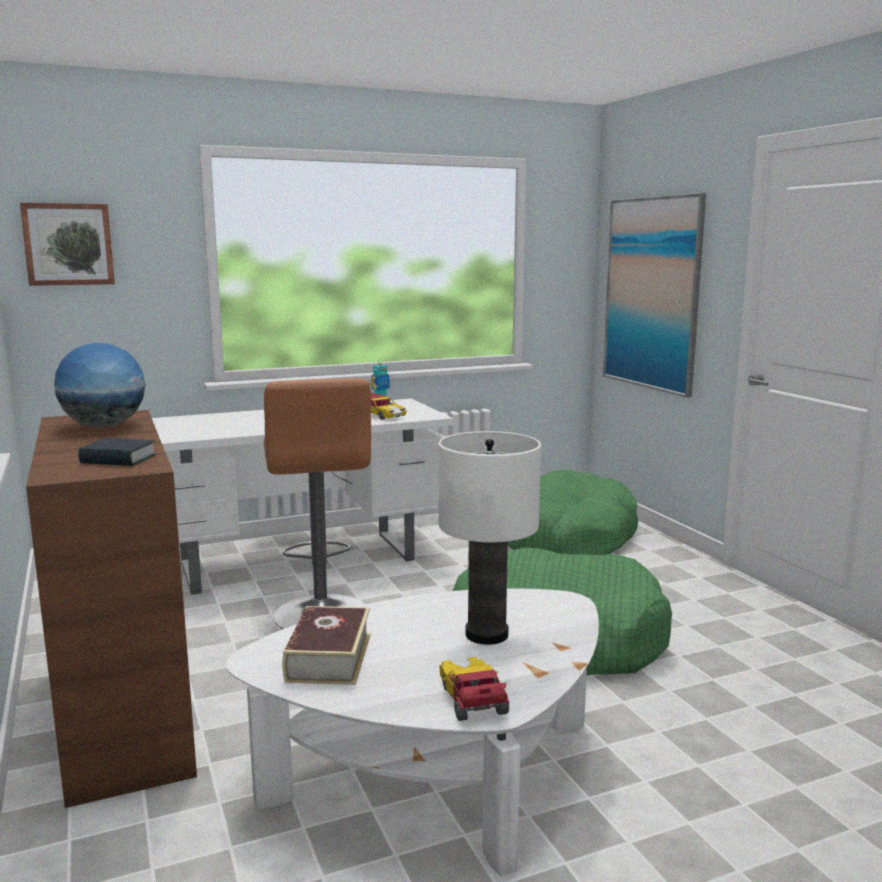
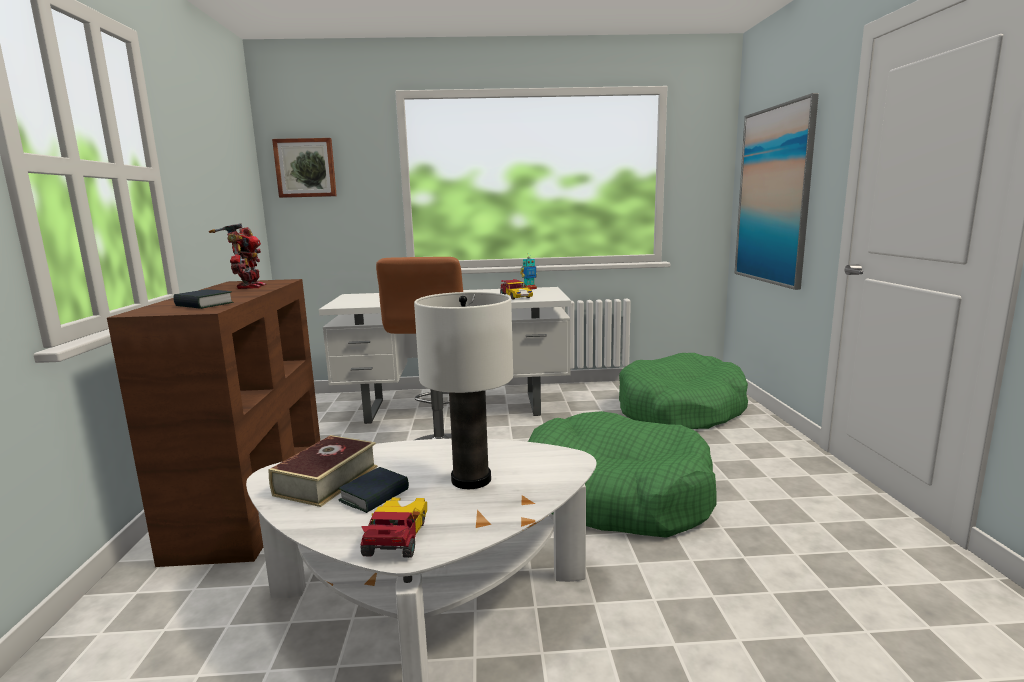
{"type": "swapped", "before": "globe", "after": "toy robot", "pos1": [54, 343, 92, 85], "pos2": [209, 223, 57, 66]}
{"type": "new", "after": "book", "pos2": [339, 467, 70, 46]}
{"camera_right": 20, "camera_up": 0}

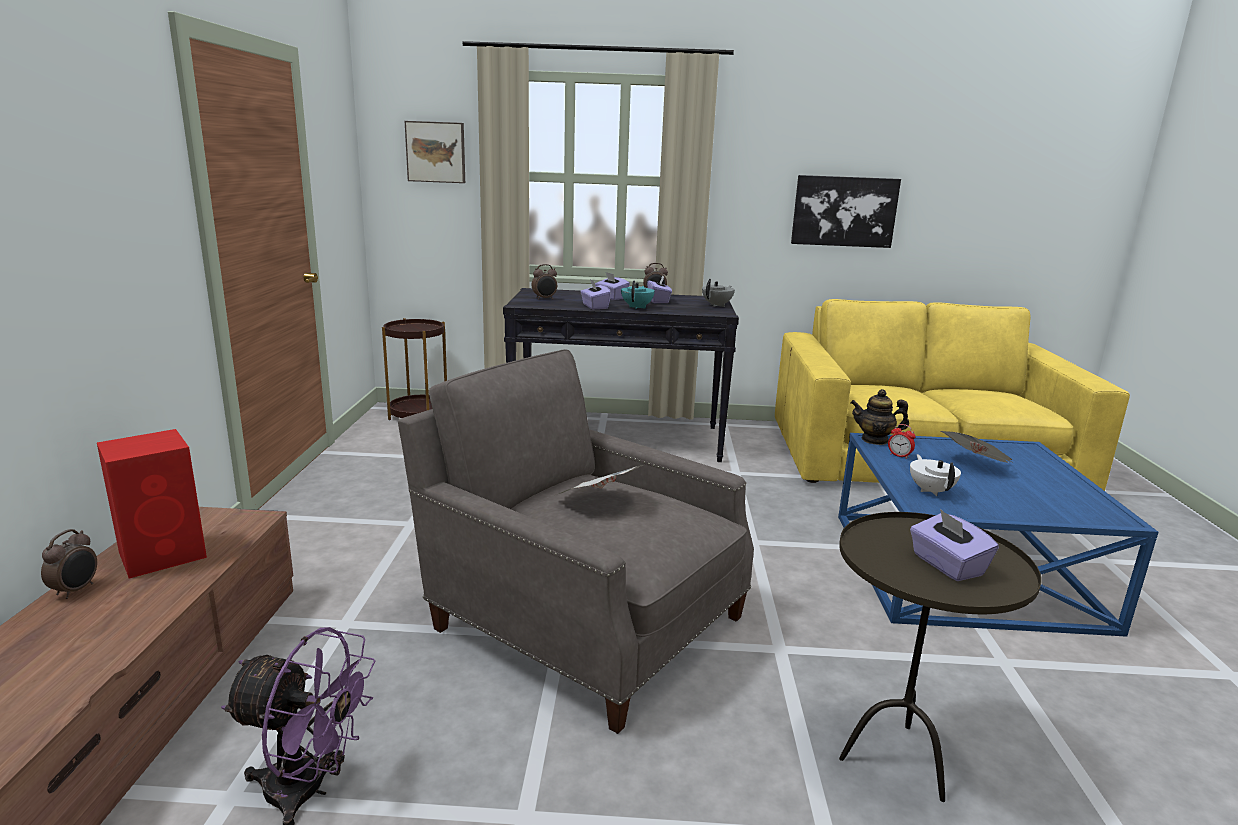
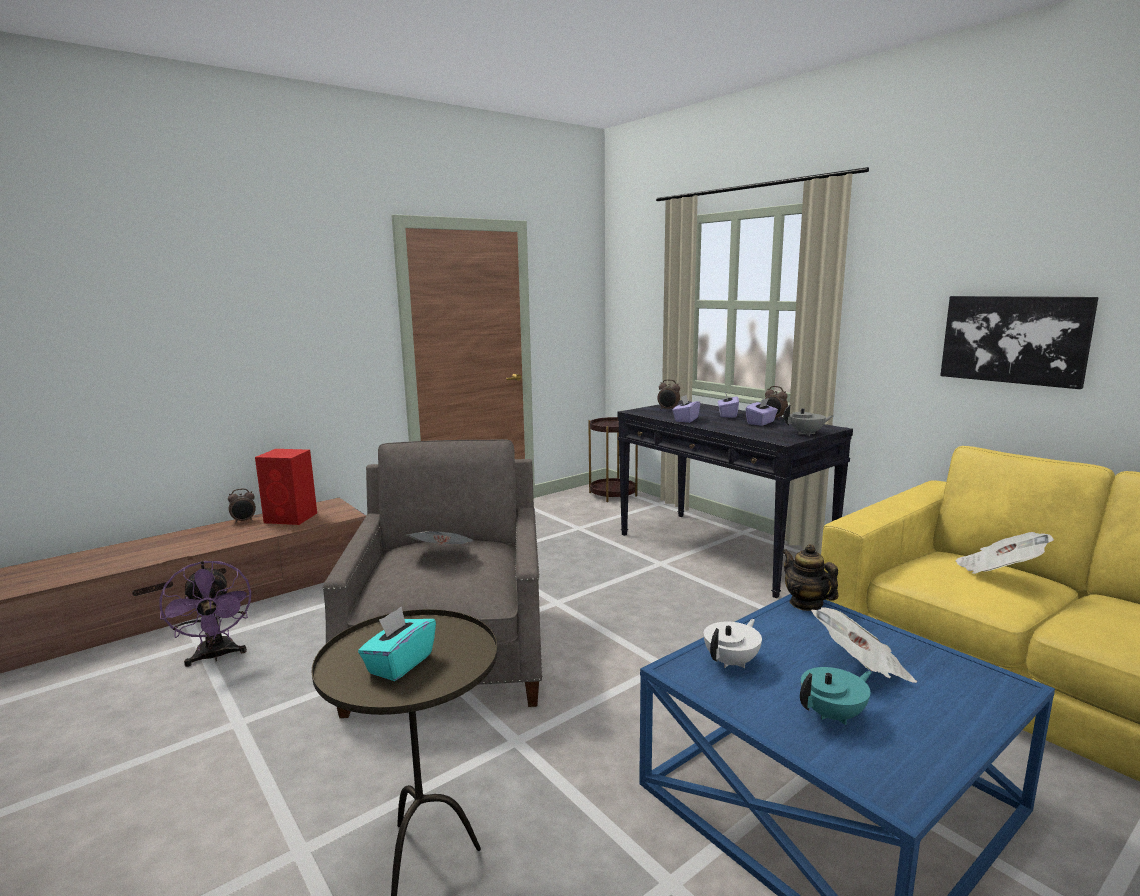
{"type": "gone", "before": "picture", "pos1": [405, 121, 60, 62]}
{"type": "shifted", "before": "turquoise teapot", "pos1": [621, 281, 34, 28], "pos2": [800, 667, 72, 58]}
{"type": "gone", "before": "alarm clock", "pos1": [888, 424, 28, 35]}
{"type": "repainted", "before": "purple tissue box", "after": "turquoise tissue box", "pos1": [910, 509, 89, 72], "pos2": [358, 607, 78, 74]}
{"type": "new", "after": "newspaper", "pos2": [956, 532, 98, 42]}
{"camera_right": 50, "camera_up": -5}

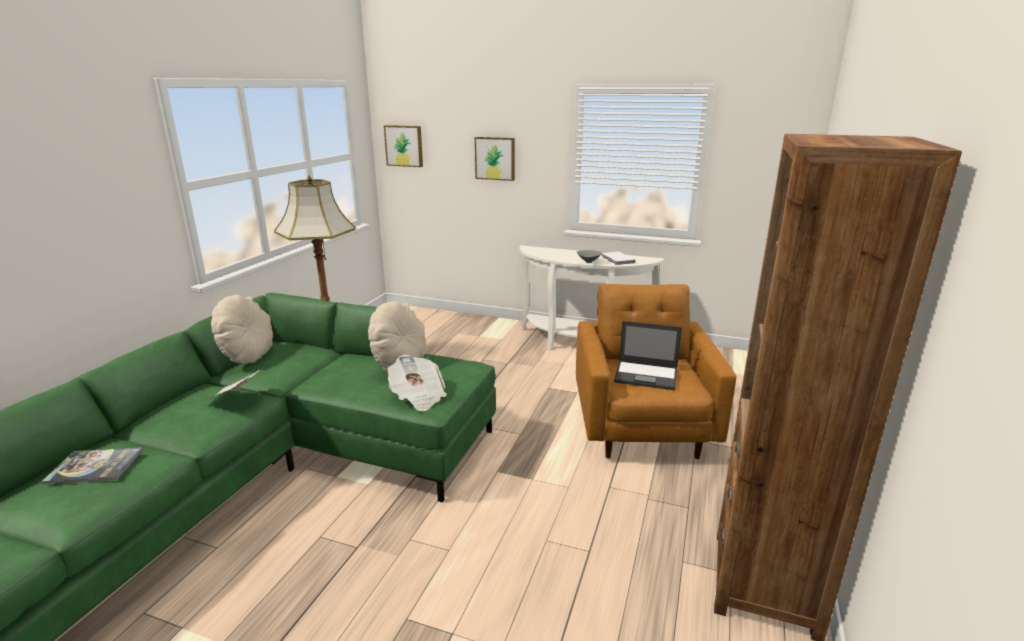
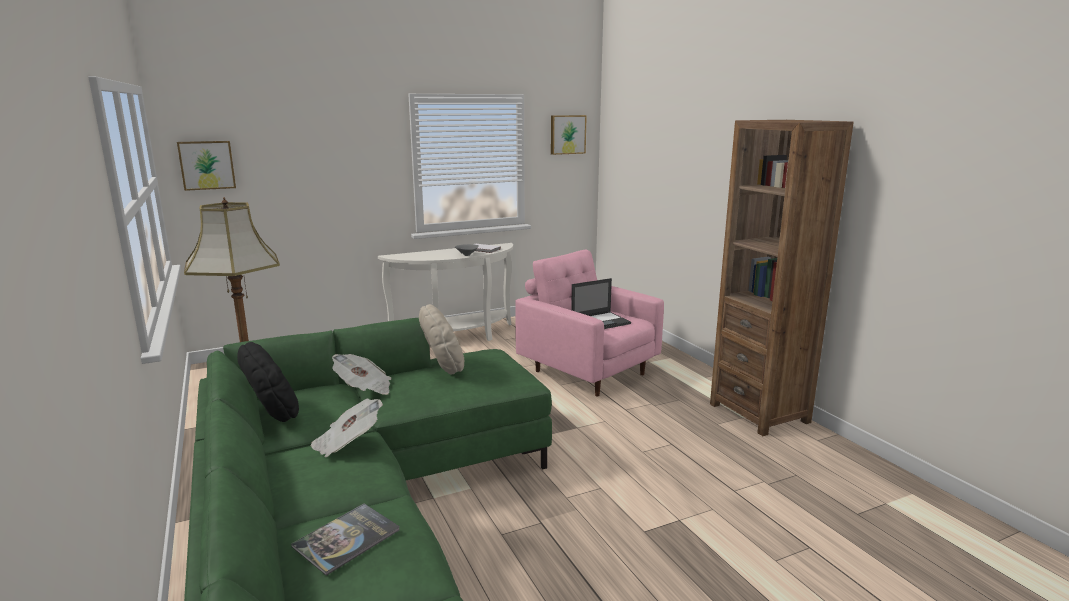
{"type": "shifted", "before": "picture", "pos1": [475, 137, 40, 44], "pos2": [551, 115, 36, 40]}
{"type": "repainted", "before": "brown armchair", "after": "pink armchair", "pos1": [576, 284, 160, 175], "pos2": [515, 250, 149, 147]}
{"type": "repainted", "before": "beige pillow", "after": "black pillow", "pos1": [211, 295, 62, 69], "pos2": [237, 342, 62, 80]}
{"type": "shifted", "before": "newspaper", "pos1": [387, 355, 60, 56], "pos2": [332, 354, 59, 41]}
{"camera_right": -45, "camera_up": -5}

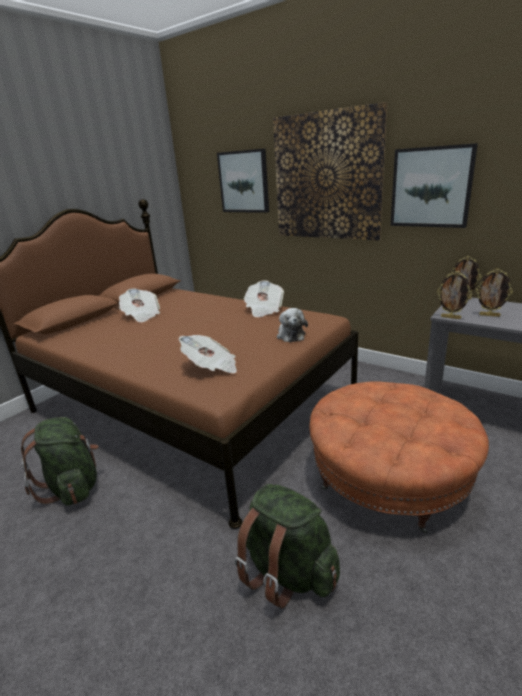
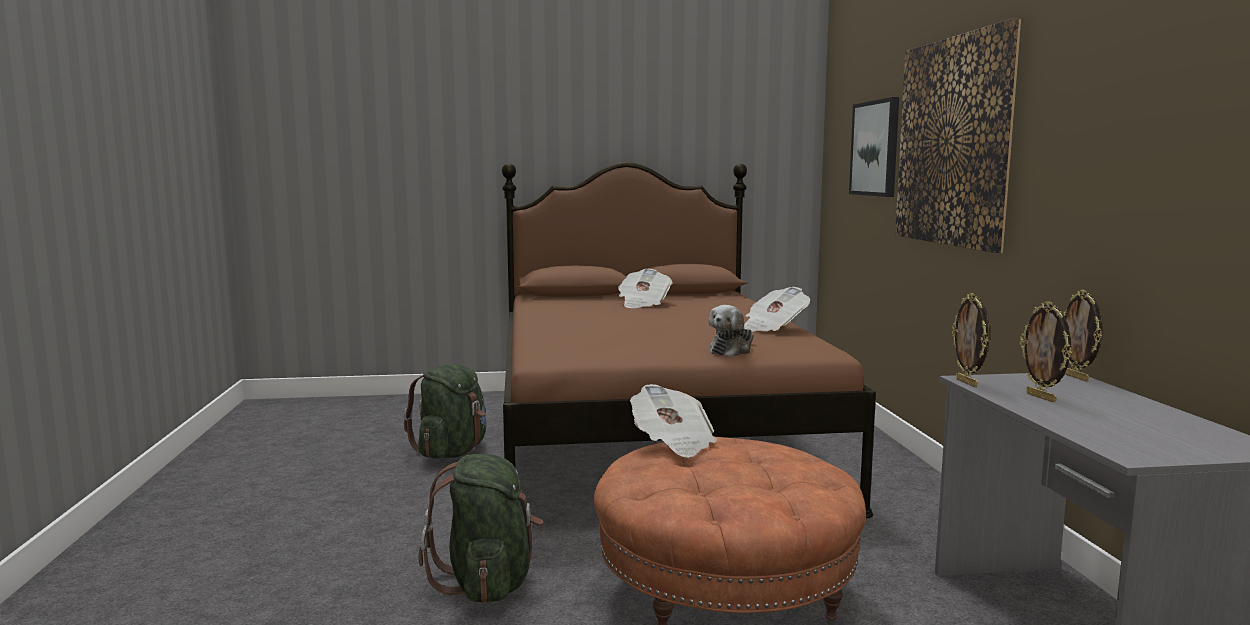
{"type": "gone", "before": "picture", "pos1": [390, 143, 88, 85]}
{"type": "shifted", "before": "newspaper", "pos1": [179, 335, 58, 38], "pos2": [630, 384, 87, 74]}
{"camera_right": 45, "camera_up": -15}

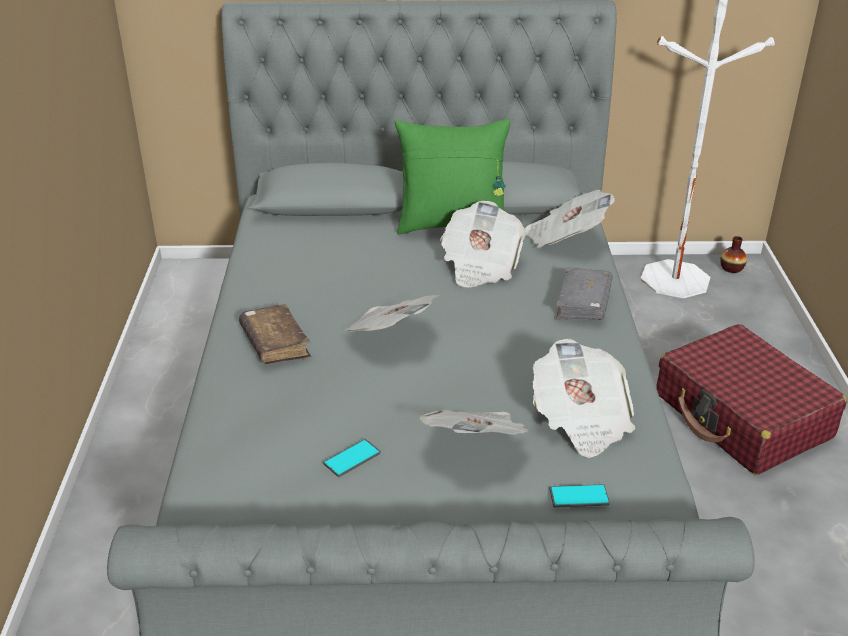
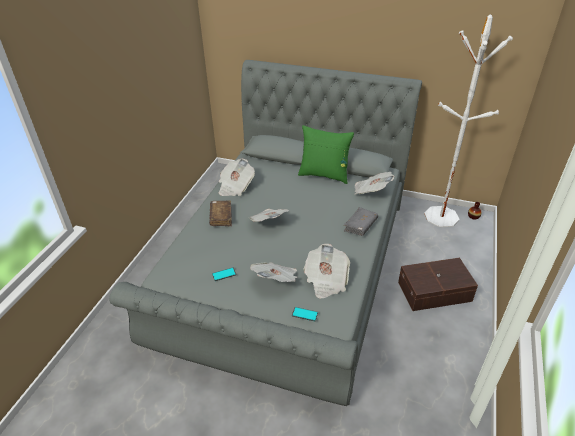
{"type": "shifted", "before": "newspaper", "pos1": [440, 201, 86, 86], "pos2": [219, 159, 36, 37]}
{"type": "swapped", "before": "red suitcase", "after": "brown storage box", "pos1": [656, 324, 191, 151], "pos2": [398, 257, 80, 54]}
{"camera_right": 20, "camera_up": 5}

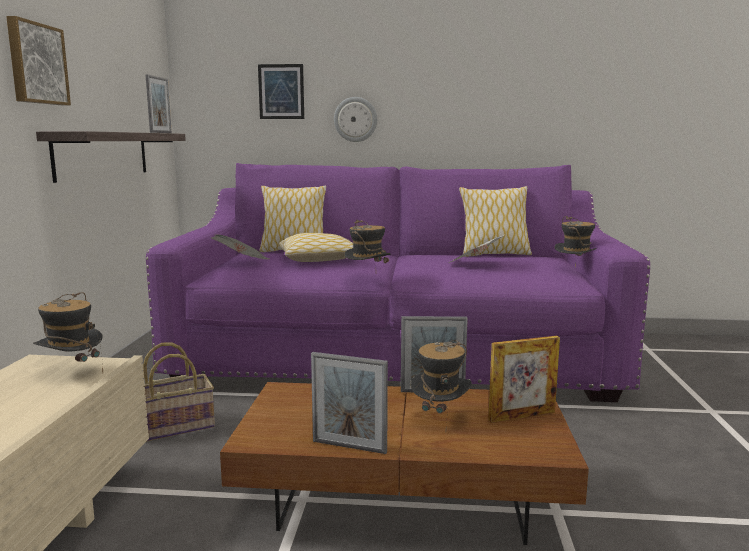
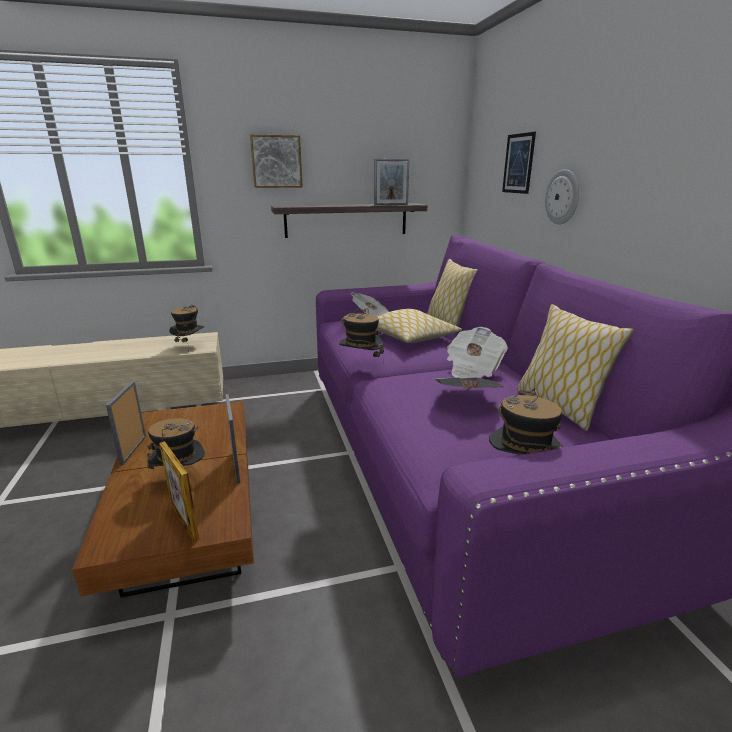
{"type": "gone", "before": "basket", "pos1": [143, 342, 72, 100]}
{"type": "new", "after": "newspaper", "pos2": [447, 327, 61, 51]}
{"camera_right": 70, "camera_up": 10}

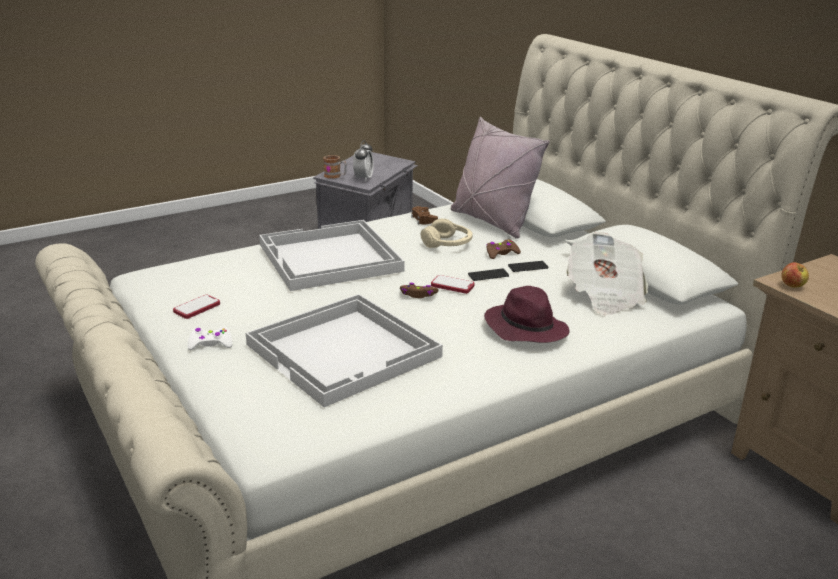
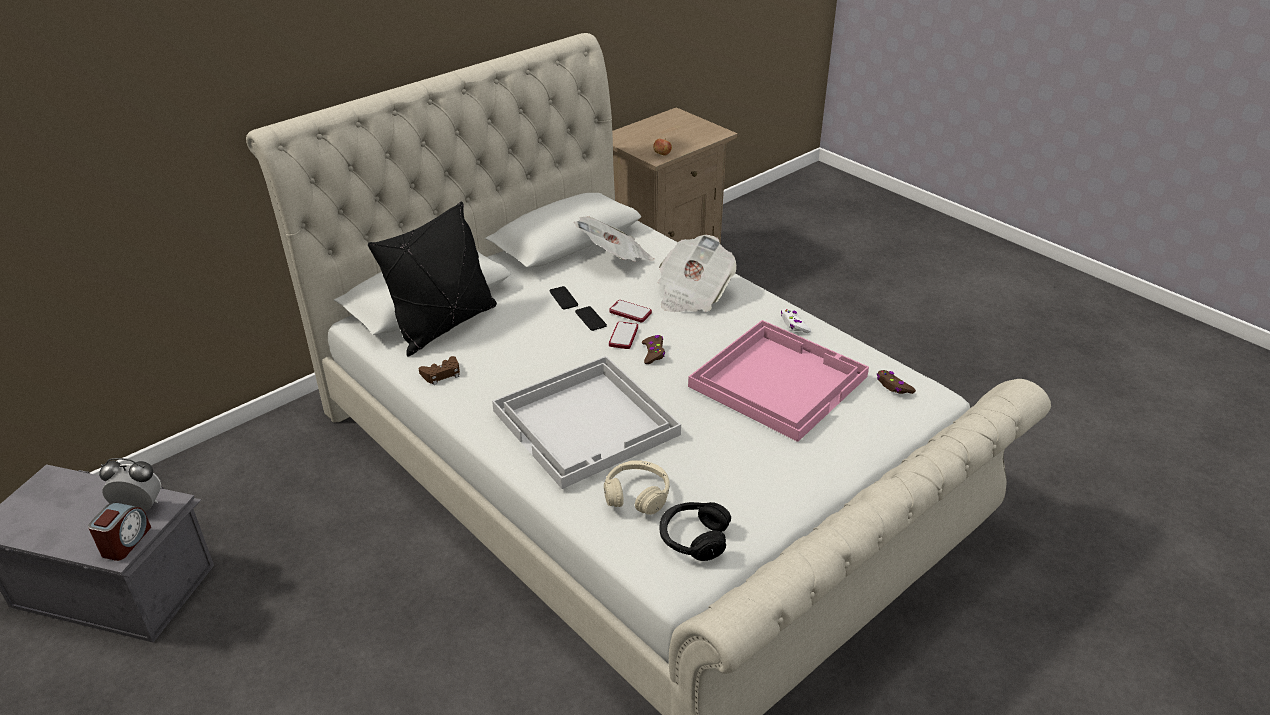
{"type": "repainted", "before": "purple pillow", "after": "black pillow", "pos1": [451, 117, 99, 122], "pos2": [368, 202, 129, 155]}
{"type": "swapped", "before": "mug", "after": "alarm clock", "pos1": [323, 155, 24, 24], "pos2": [88, 503, 63, 58]}
{"type": "shifted", "before": "beige headphones", "pos1": [421, 219, 51, 29], "pos2": [604, 460, 66, 55]}
{"type": "shifted", "before": "brown game controller", "pos1": [486, 239, 35, 20], "pos2": [877, 370, 39, 24]}
{"type": "swapped", "before": "purple hat", "after": "newspaper", "pos1": [484, 286, 85, 57], "pos2": [658, 235, 79, 77]}
{"type": "repainted", "before": "white tray", "after": "pink tray", "pos1": [246, 294, 197, 113], "pos2": [688, 320, 181, 122]}
{"type": "shifted", "before": "phone", "pos1": [173, 295, 47, 24], "pos2": [609, 300, 43, 22]}
{"type": "shifted", "before": "white game controller", "pos1": [187, 327, 45, 23], "pos2": [781, 309, 30, 24]}
{"type": "new", "after": "black headphones", "pos2": [660, 502, 71, 59]}
{"camera_right": -100, "camera_up": 10}

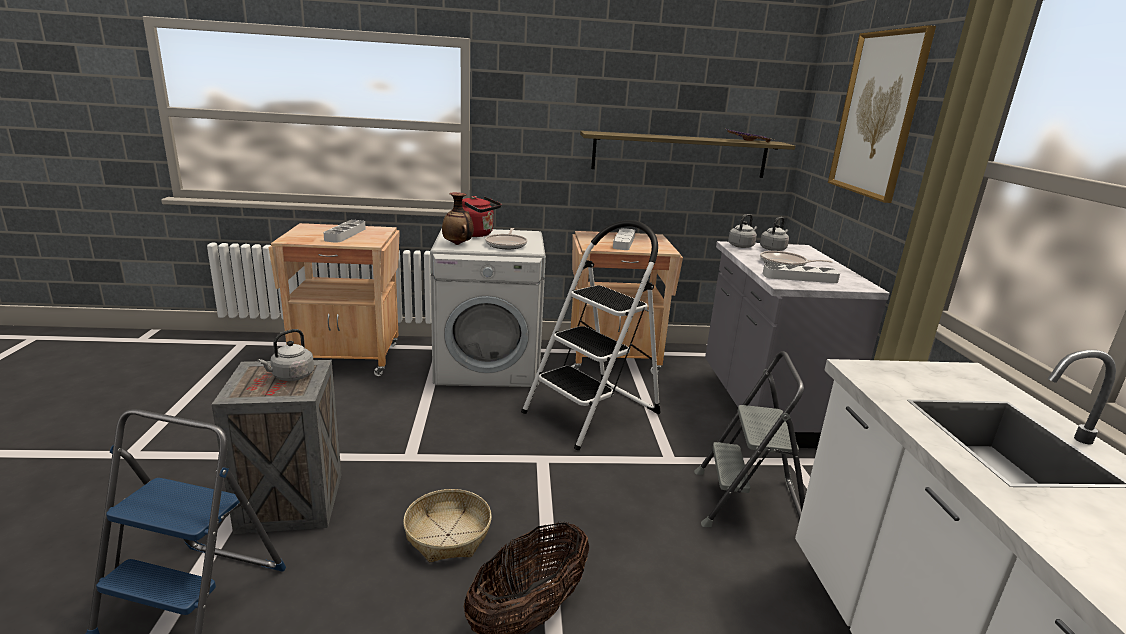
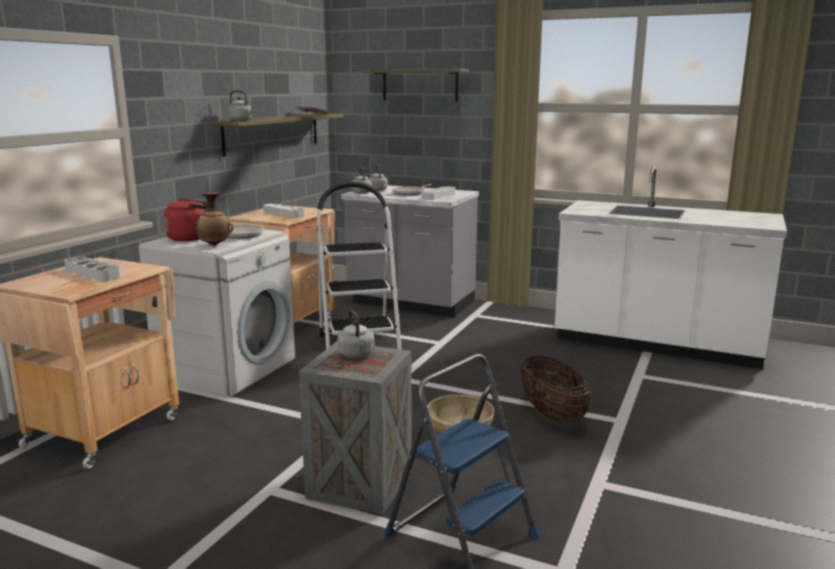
{"type": "swapped", "before": "picture", "after": "shelf", "pos1": [828, 25, 108, 178], "pos2": [362, 69, 107, 32]}
{"type": "gone", "before": "grey step ladder", "pos1": [694, 351, 111, 176]}
{"type": "new", "after": "grey kettle", "pos2": [227, 90, 29, 31]}
{"camera_right": -60, "camera_up": -5}

